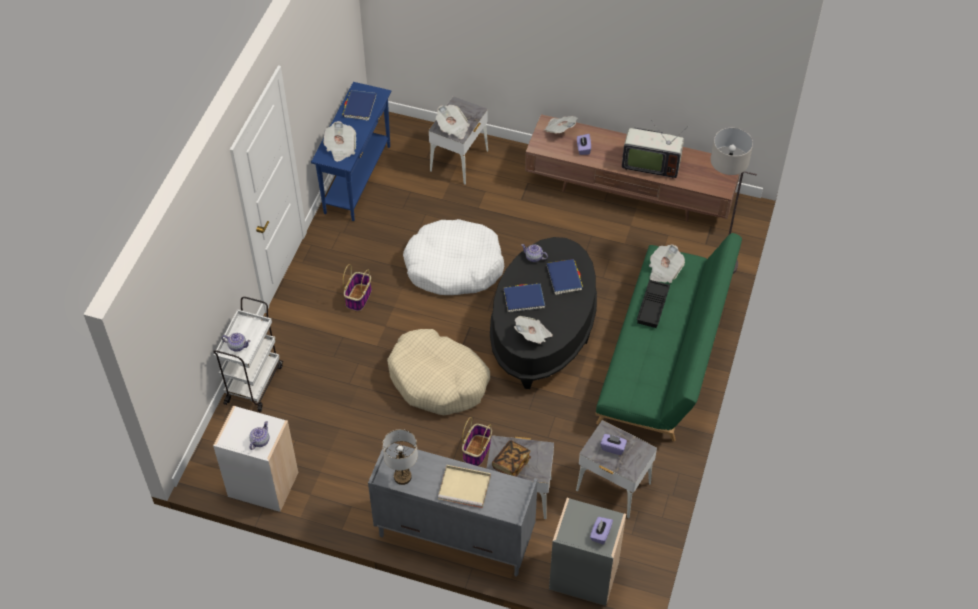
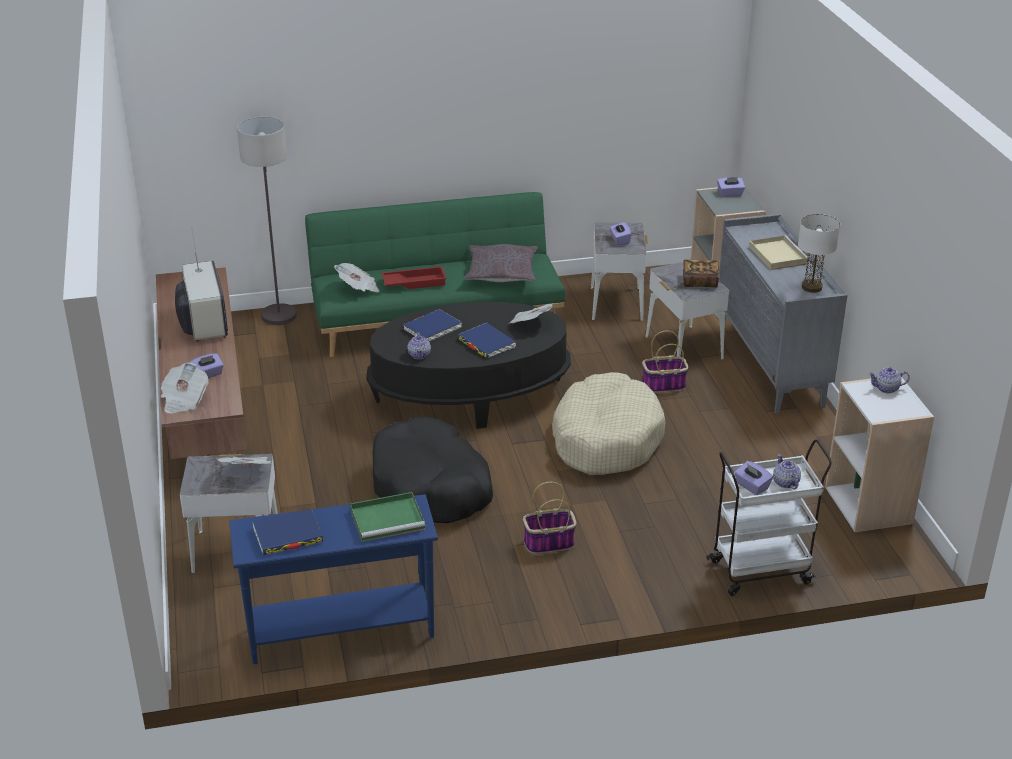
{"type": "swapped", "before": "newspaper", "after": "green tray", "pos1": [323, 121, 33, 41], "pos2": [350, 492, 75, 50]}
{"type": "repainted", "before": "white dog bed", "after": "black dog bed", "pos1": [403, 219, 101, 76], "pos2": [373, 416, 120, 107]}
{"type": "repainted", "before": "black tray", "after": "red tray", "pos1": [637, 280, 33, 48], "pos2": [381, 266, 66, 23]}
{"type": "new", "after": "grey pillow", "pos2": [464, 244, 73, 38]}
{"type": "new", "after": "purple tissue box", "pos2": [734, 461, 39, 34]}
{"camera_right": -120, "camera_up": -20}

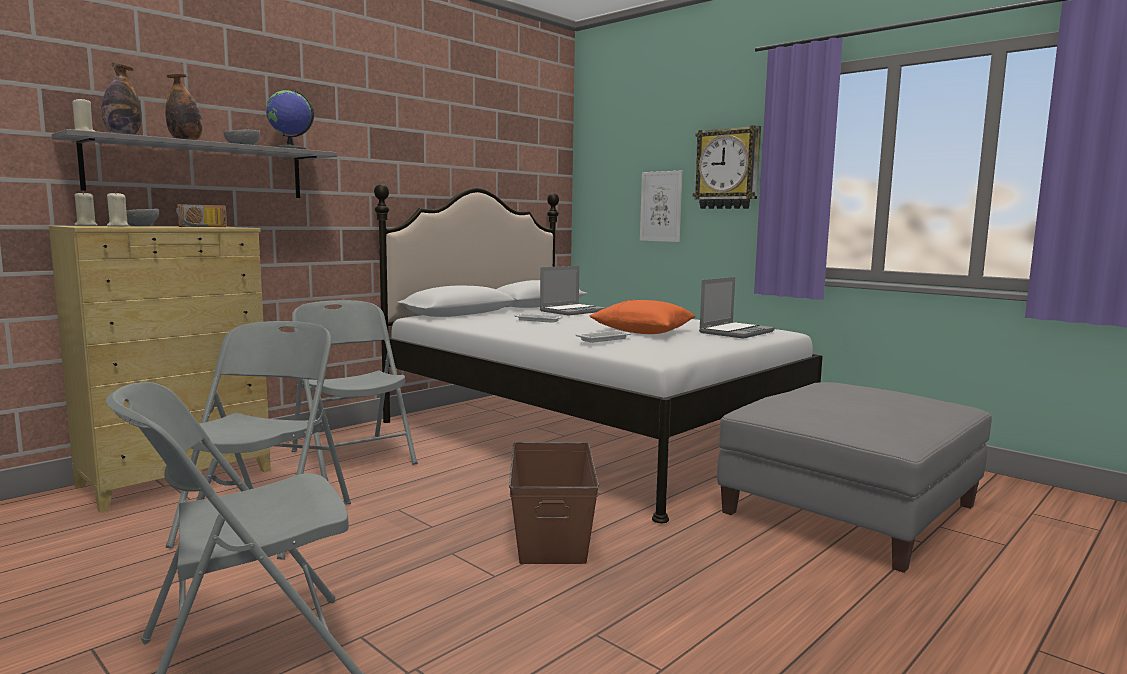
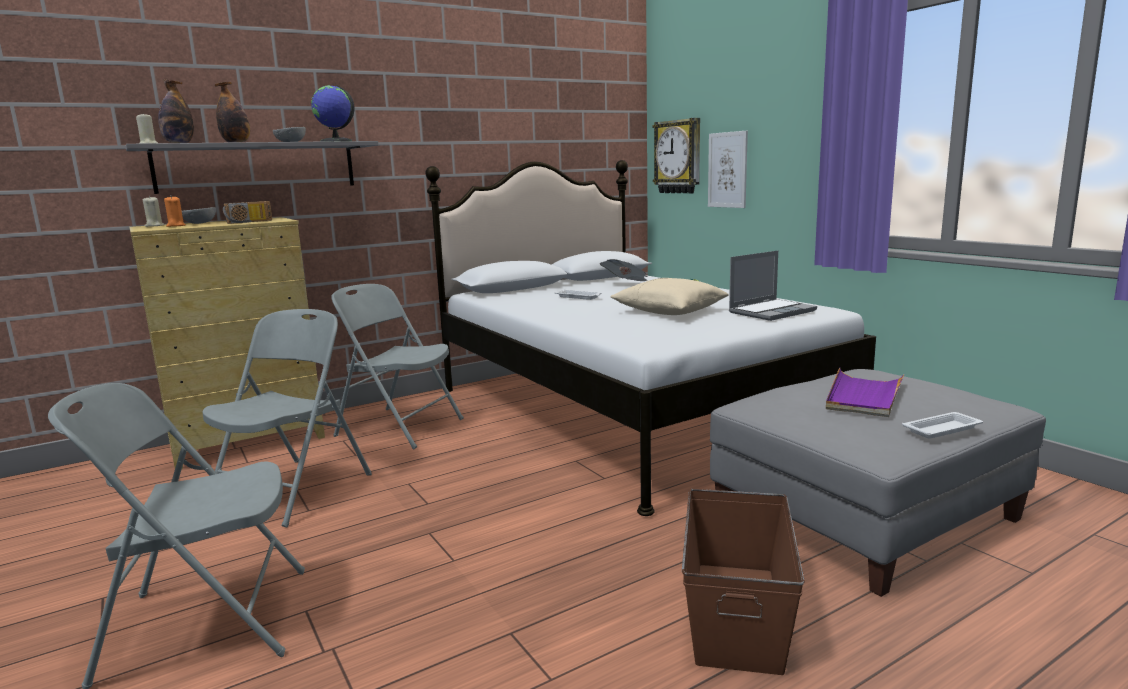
{"type": "shifted", "before": "wall clock", "pos1": [693, 125, 68, 84], "pos2": [653, 118, 47, 76]}
{"type": "repainted", "before": "beige candle", "after": "orange candle", "pos1": [107, 191, 23, 35], "pos2": [164, 197, 22, 30]}
{"type": "swapped", "before": "laptop", "after": "newspaper", "pos1": [540, 266, 66, 50], "pos2": [600, 259, 47, 22]}
{"type": "rotated", "before": "grey chair", "pos1": [292, 300, 126, 181], "pos2": [331, 284, 133, 166], "turn": -45}
{"type": "repainted", "before": "orange pillow", "after": "beige pillow", "pos1": [589, 300, 107, 34], "pos2": [610, 278, 119, 37]}
{"type": "shifted", "before": "white tray", "pos1": [576, 331, 55, 12], "pos2": [902, 412, 81, 27]}
{"type": "shifted", "before": "brown storage box", "pos1": [509, 442, 90, 122], "pos2": [682, 489, 123, 186]}
{"type": "new", "after": "purple tray", "pos2": [826, 368, 78, 49]}
{"camera_right": 15, "camera_up": 5}

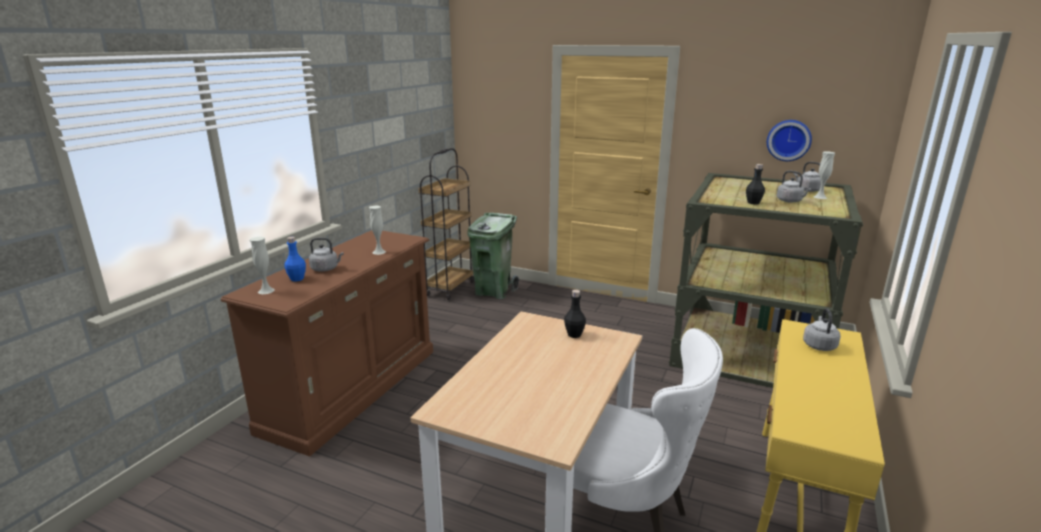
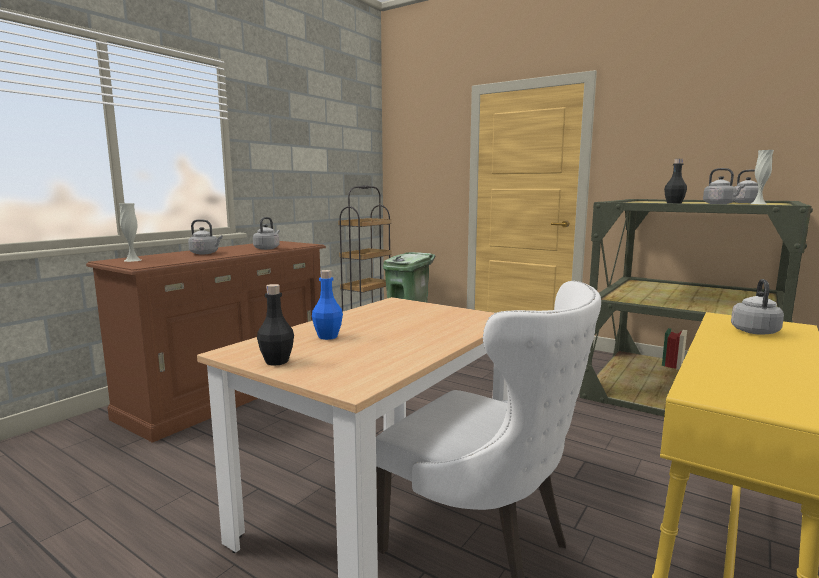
{"type": "gone", "before": "wall clock", "pos1": [767, 120, 45, 41]}
{"type": "swapped", "before": "white vase", "after": "grey kettle", "pos1": [369, 206, 17, 49], "pos2": [253, 217, 27, 33]}
{"type": "shifted", "before": "blue bottle", "pos1": [284, 237, 22, 45], "pos2": [312, 270, 31, 70]}
{"type": "shifted", "before": "black bottle", "pos1": [564, 290, 22, 48], "pos2": [257, 284, 37, 82]}
{"camera_right": 10, "camera_up": -10}

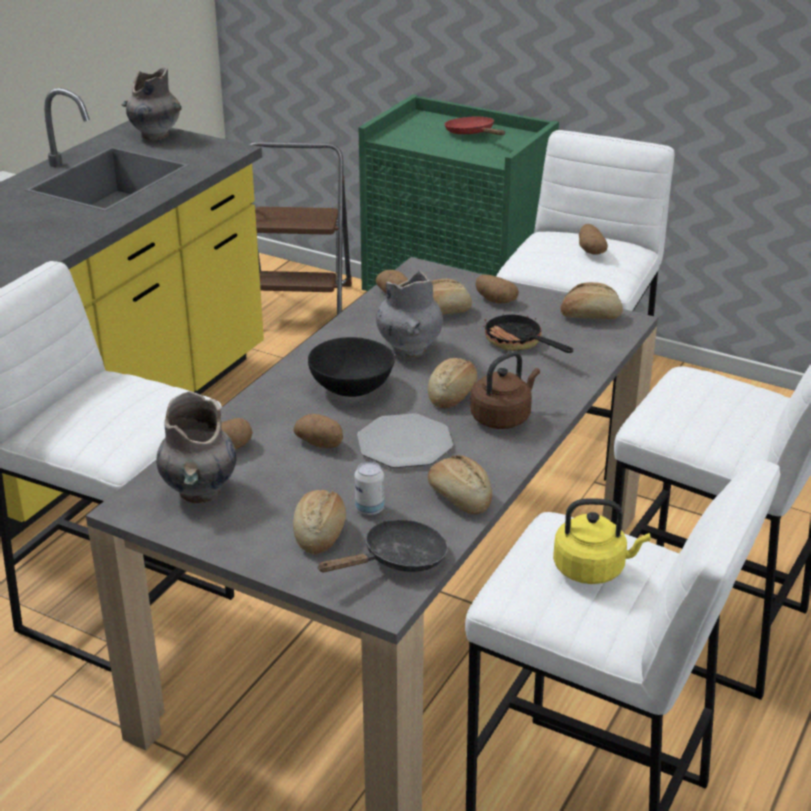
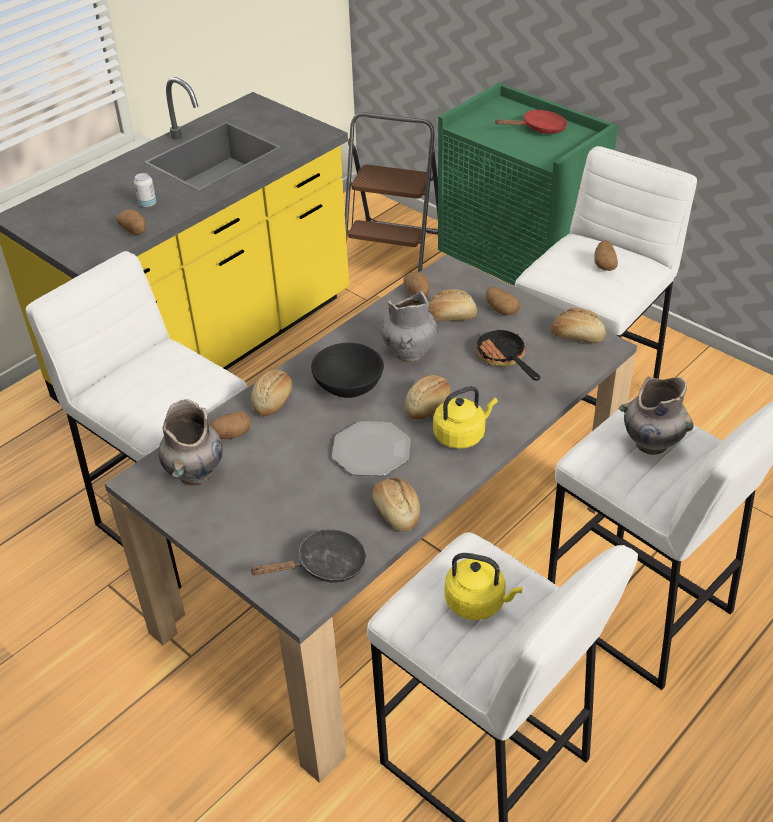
{"type": "shifted", "before": "grey vase", "pos1": [121, 67, 61, 73], "pos2": [619, 377, 75, 78]}
{"type": "rotated", "before": "red frying pan", "pos1": [445, 117, 60, 18], "pos2": [494, 110, 74, 24], "turn": 90}
{"type": "repainted", "before": "brown kettle", "after": "yellow kettle", "pos1": [470, 351, 70, 78], "pos2": [433, 386, 65, 63]}
{"type": "shifted", "before": "potato", "pos1": [294, 414, 49, 34], "pos2": [117, 209, 29, 26]}
{"type": "shifted", "before": "can", "pos1": [355, 462, 29, 53], "pos2": [134, 173, 22, 35]}
{"type": "shifted", "before": "bread", "pos1": [293, 490, 53, 64], "pos2": [251, 370, 41, 46]}
{"camera_right": 15, "camera_up": 10}

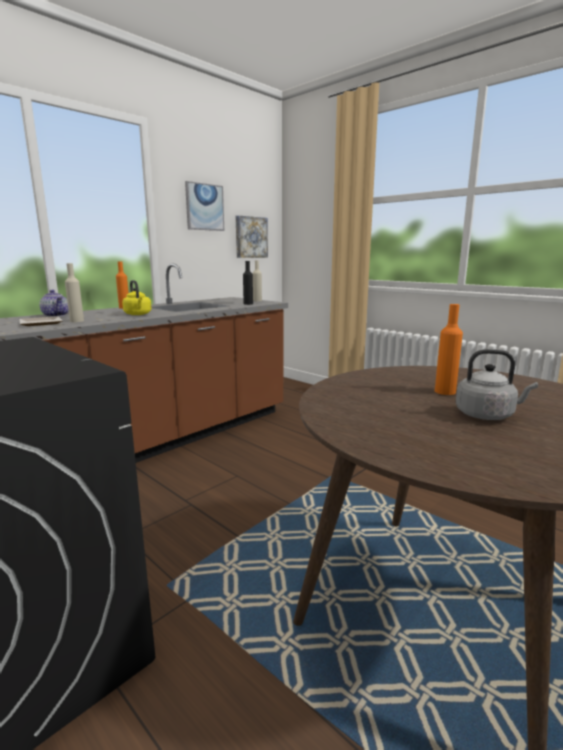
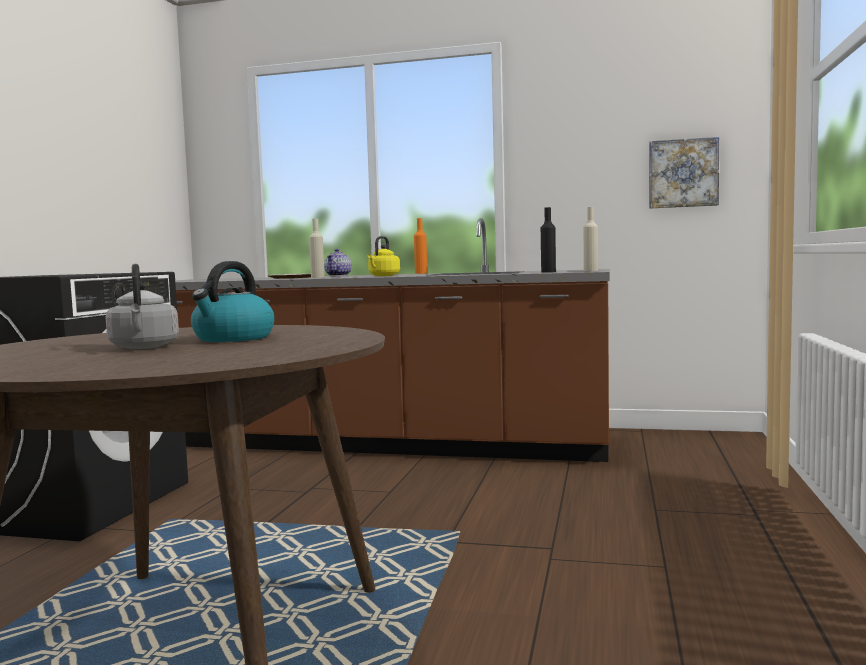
{"type": "gone", "before": "picture", "pos1": [185, 181, 39, 50]}
{"type": "swapped", "before": "orange bottle", "after": "kettle", "pos1": [435, 304, 28, 91], "pos2": [191, 261, 84, 81]}
{"camera_right": 60, "camera_up": -10}

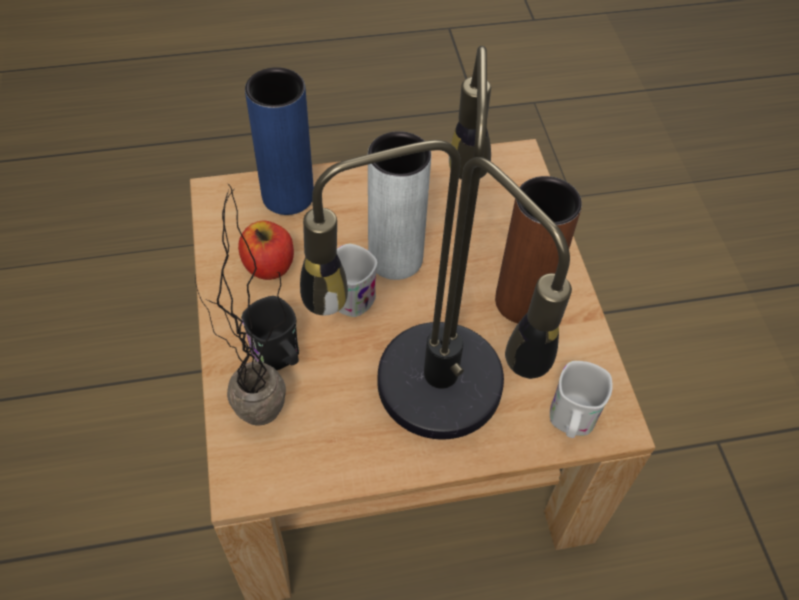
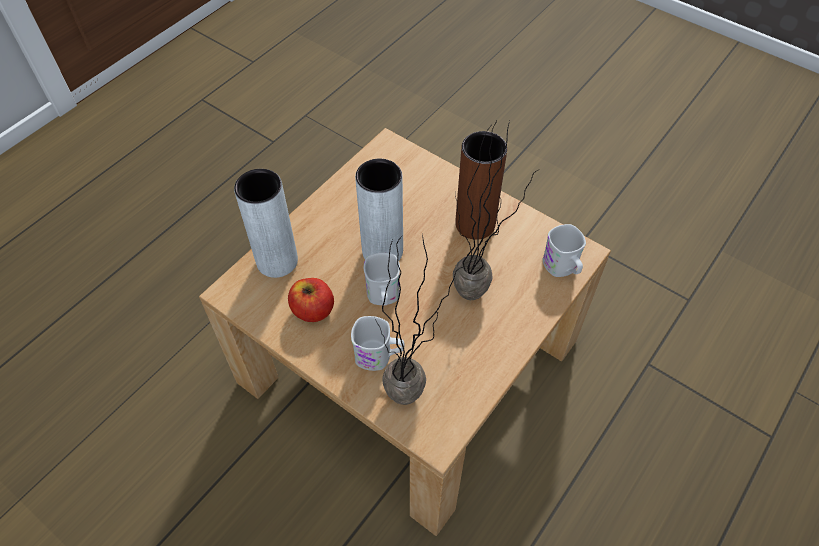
{"type": "swapped", "before": "table lamp", "after": "potted plant", "pos1": [300, 46, 272, 393], "pos2": [453, 121, 87, 179]}
{"type": "repainted", "before": "blue vase", "after": "grey vase", "pos1": [245, 67, 69, 148], "pos2": [234, 169, 64, 109]}
{"type": "repainted", "before": "black mug", "after": "white mug", "pos1": [241, 296, 58, 74], "pos2": [351, 316, 53, 55]}
{"camera_right": -40, "camera_up": 0}

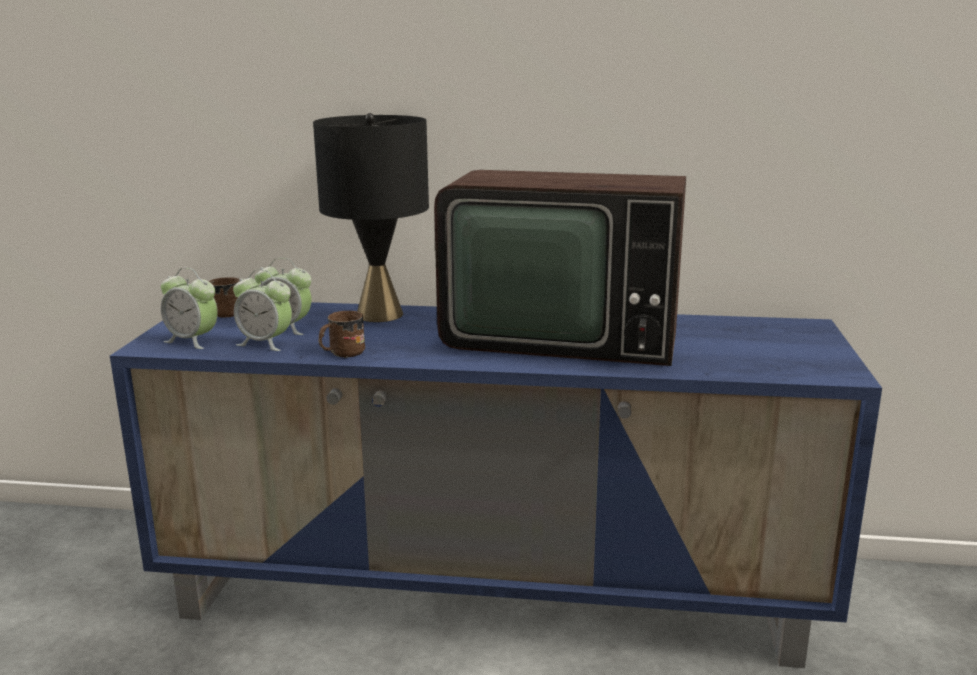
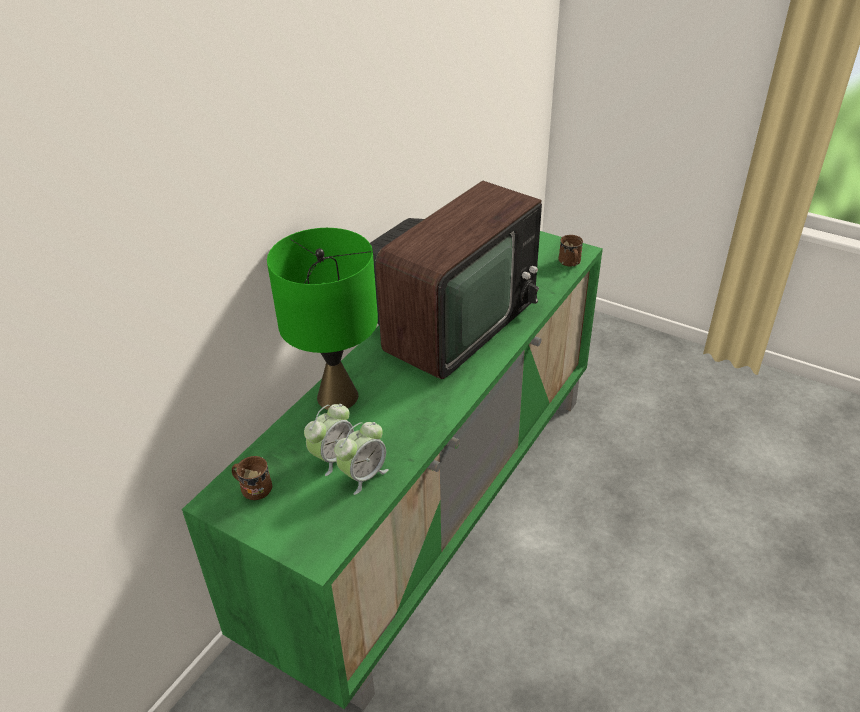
{"type": "repainted", "before": "black table lamp", "after": "green table lamp", "pos1": [313, 113, 116, 209], "pos2": [267, 228, 111, 182]}
{"type": "gone", "before": "alarm clock", "pos1": [161, 268, 57, 81]}
{"type": "repainted", "before": "blue tv stand", "after": "green tv stand", "pos1": [110, 302, 772, 366], "pos2": [182, 231, 421, 479]}
{"type": "shifted", "before": "brown mug", "pos1": [319, 311, 46, 47], "pos2": [558, 235, 25, 32]}
{"camera_right": -65, "camera_up": 20}

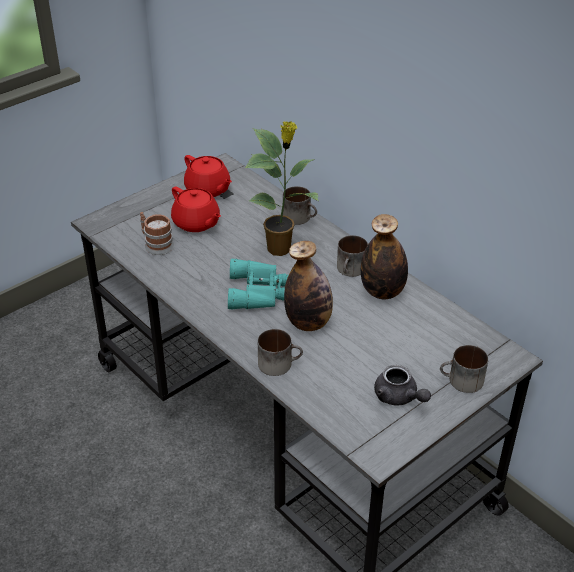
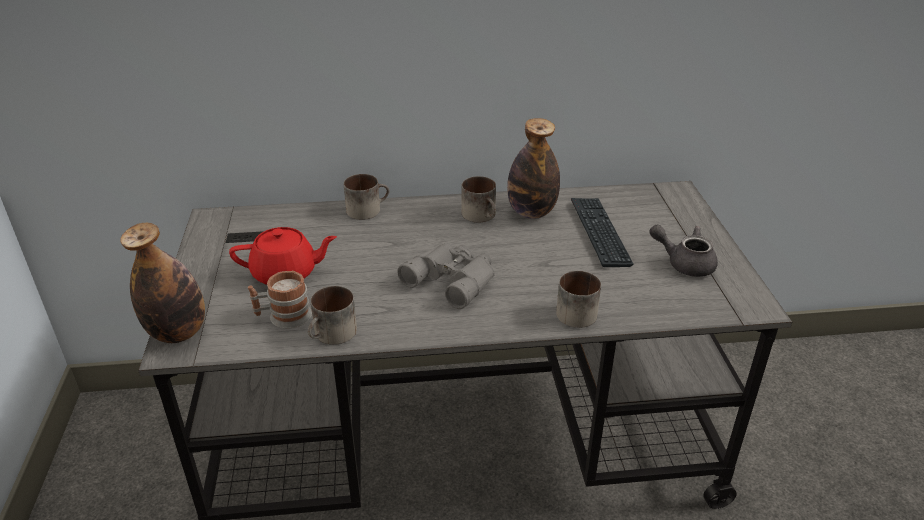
{"type": "gone", "before": "potted plant", "pos1": [245, 121, 74, 135]}
{"type": "gone", "before": "red teapot", "pos1": [184, 155, 48, 42]}
{"type": "shifted", "before": "bottle", "pos1": [284, 241, 49, 90], "pos2": [121, 223, 84, 120]}
{"type": "repainted", "before": "turquoise binoculars", "after": "grey binoculars", "pos1": [228, 259, 60, 50], "pos2": [397, 242, 98, 67]}
{"type": "shifted", "before": "mug", "pos1": [440, 345, 48, 48], "pos2": [308, 286, 49, 59]}
{"type": "rotated", "before": "grey teapot", "pos1": [374, 365, 57, 40], "pos2": [649, 225, 69, 52], "turn": -150}
{"type": "new", "after": "keyboard", "pos2": [571, 198, 62, 69]}
{"camera_right": -55, "camera_up": -5}

